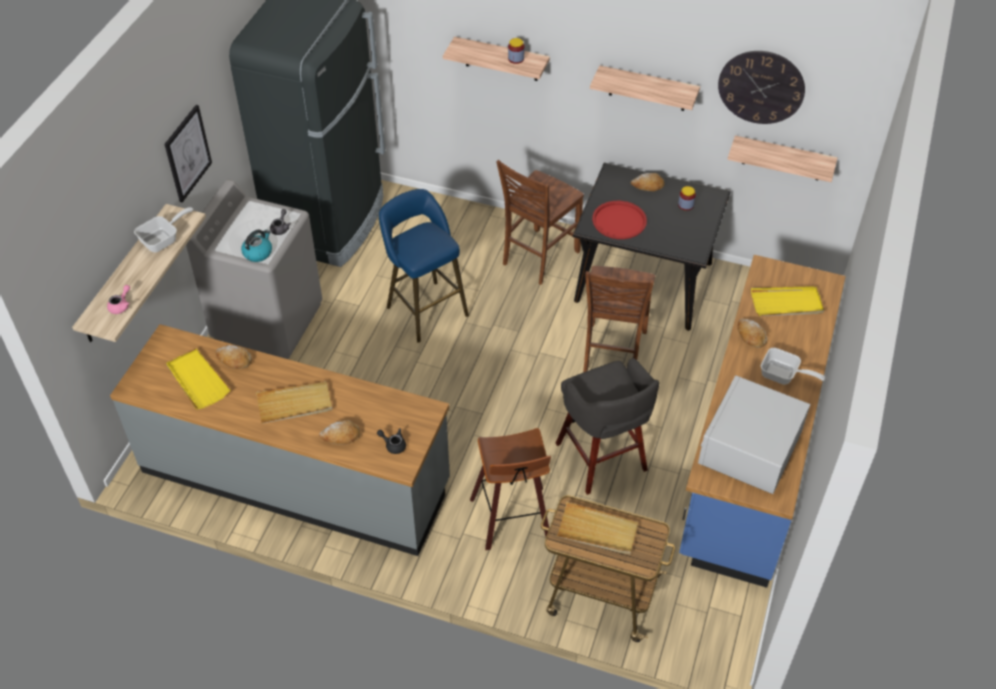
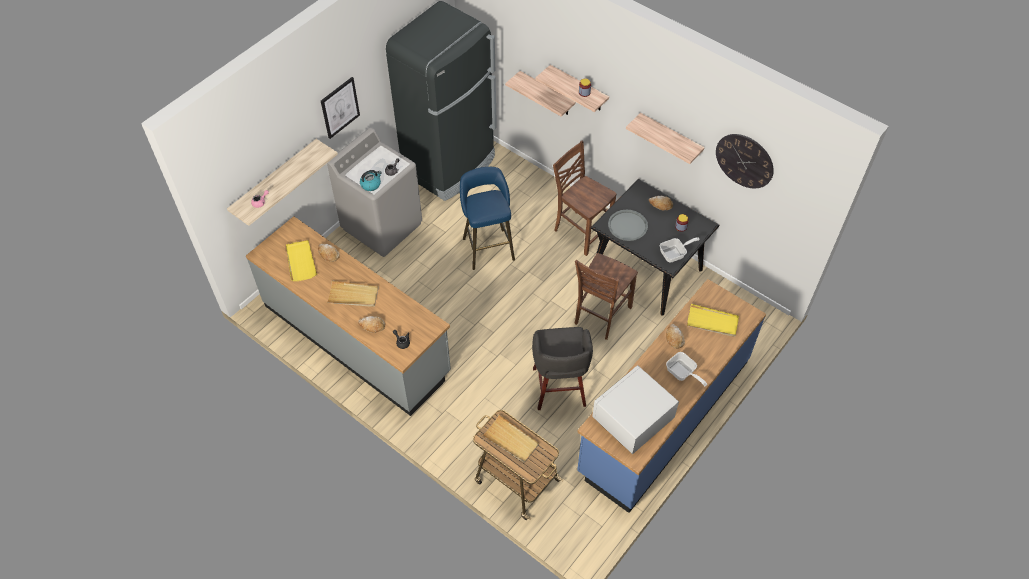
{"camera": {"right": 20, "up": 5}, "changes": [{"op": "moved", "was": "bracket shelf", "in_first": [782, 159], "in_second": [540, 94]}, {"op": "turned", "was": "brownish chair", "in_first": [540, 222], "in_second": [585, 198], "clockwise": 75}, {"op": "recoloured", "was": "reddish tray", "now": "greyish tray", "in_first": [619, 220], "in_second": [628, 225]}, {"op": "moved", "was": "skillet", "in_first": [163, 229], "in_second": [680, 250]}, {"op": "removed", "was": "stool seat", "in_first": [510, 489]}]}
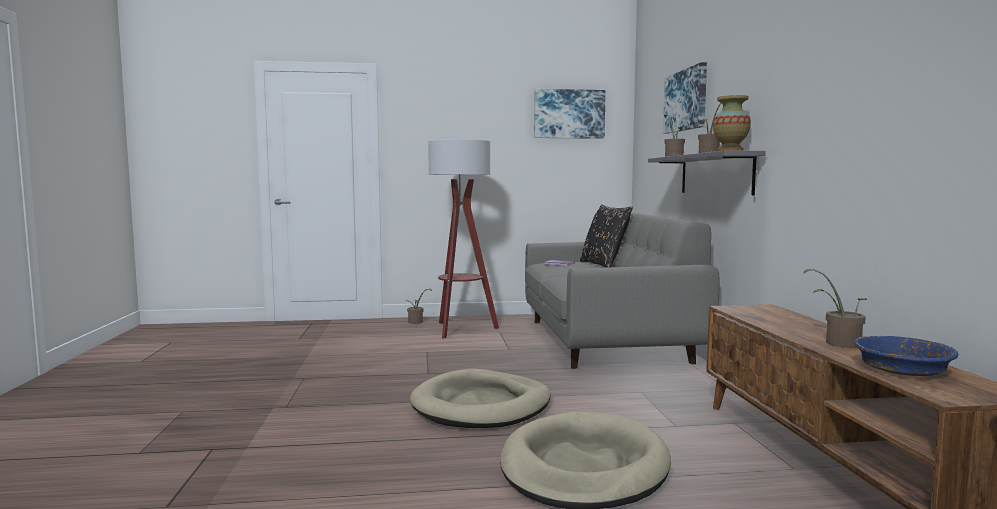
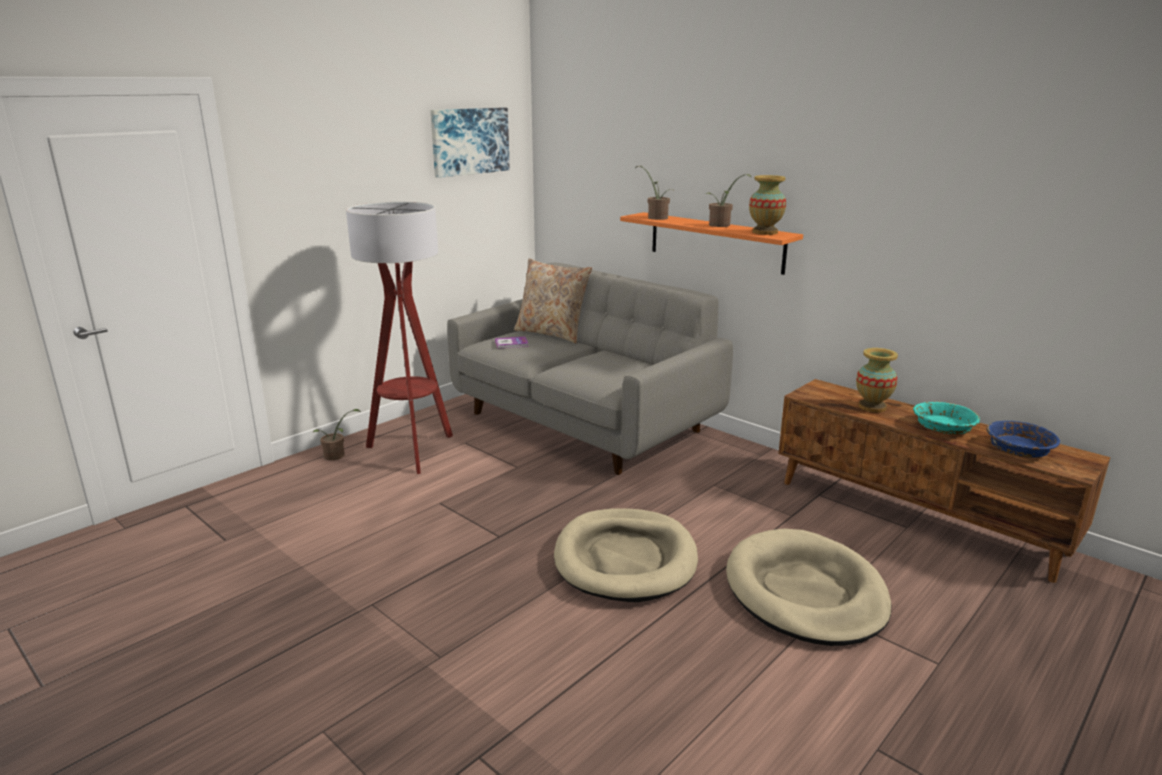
{"camera": {"right": -40, "up": 15}, "changes": [{"op": "recoloured", "was": "black-coloured throw pillow", "now": "beige-coloured throw pillow", "in_first": [606, 236], "in_second": [553, 300]}, {"op": "recoloured", "was": "greyish bracket shelf", "now": "orange bracket shelf", "in_first": [707, 172], "in_second": [711, 243]}, {"op": "added", "now": "vase", "in_second": [877, 380]}, {"op": "replaced", "was": "plant in a pot", "now": "turquoise serving bowl", "in_first": [835, 308], "in_second": [946, 418]}, {"op": "removed", "was": "picture", "in_first": [685, 98]}]}
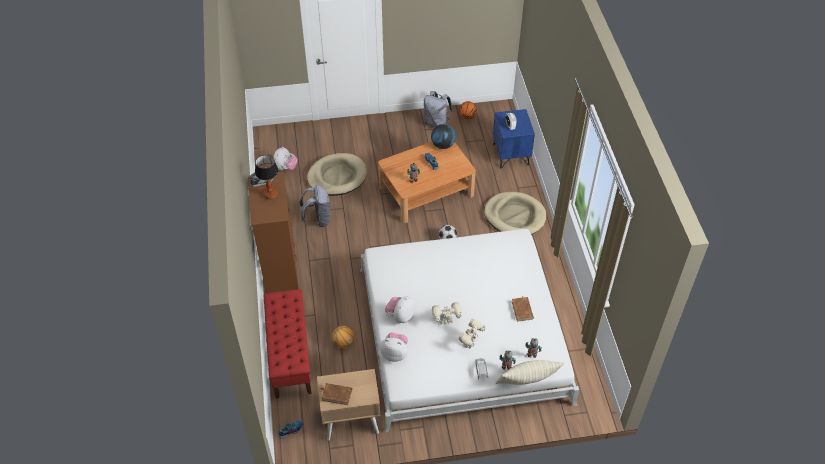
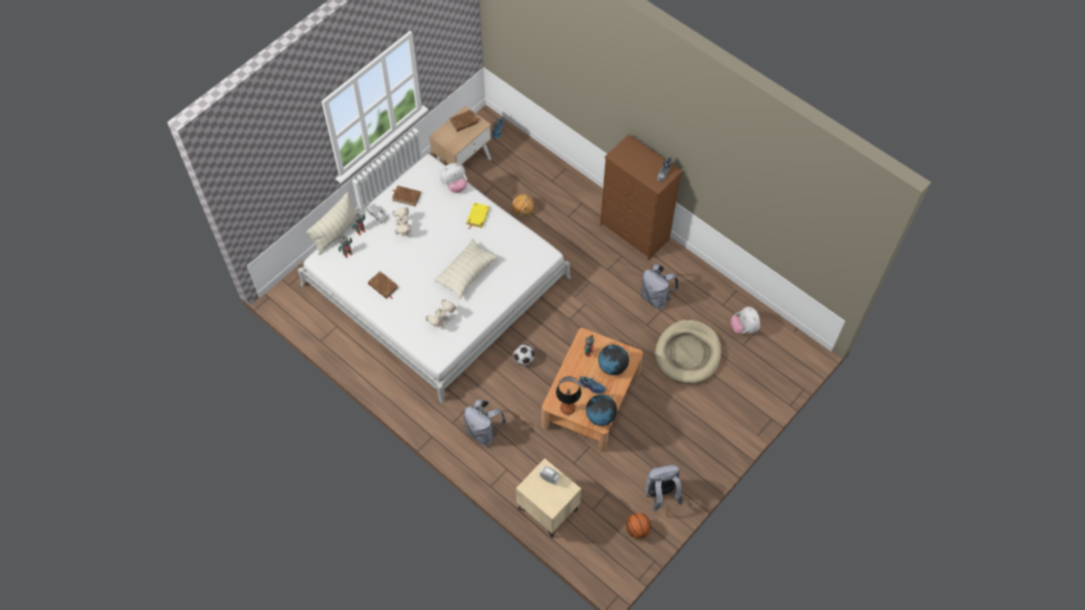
{"camera": {"right": 140, "up": 10}, "changes": [{"op": "added", "now": "brownish book", "in_second": [406, 195]}, {"op": "moved", "was": "robot figure", "in_first": [447, 313], "in_second": [441, 314]}, {"op": "added", "now": "throw pillow", "in_second": [466, 269]}, {"op": "replaced", "was": "beige-coloured dog bed", "now": "greyish rucksack", "in_first": [515, 213], "in_second": [485, 422]}, {"op": "replaced", "was": "plush toy", "now": "yellowish book", "in_first": [400, 309], "in_second": [477, 216]}, {"op": "recoloured", "was": "blue night table", "now": "beige-coloured night table", "in_first": [514, 138], "in_second": [548, 497]}, {"op": "moved", "was": "table lamp", "in_first": [267, 177], "in_second": [568, 395]}, {"op": "added", "now": "world globe", "in_second": [613, 360]}, {"op": "removed", "was": "reddish indoor bench", "in_first": [288, 344]}]}
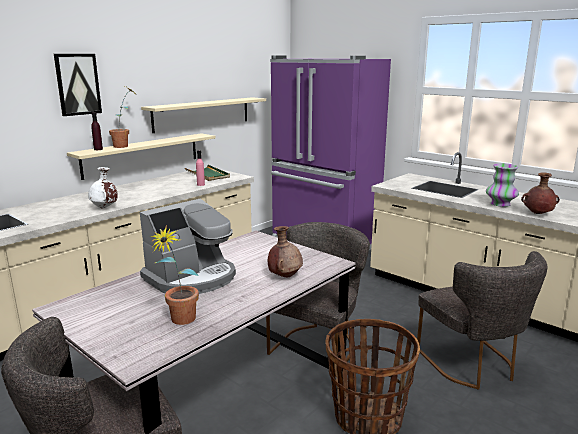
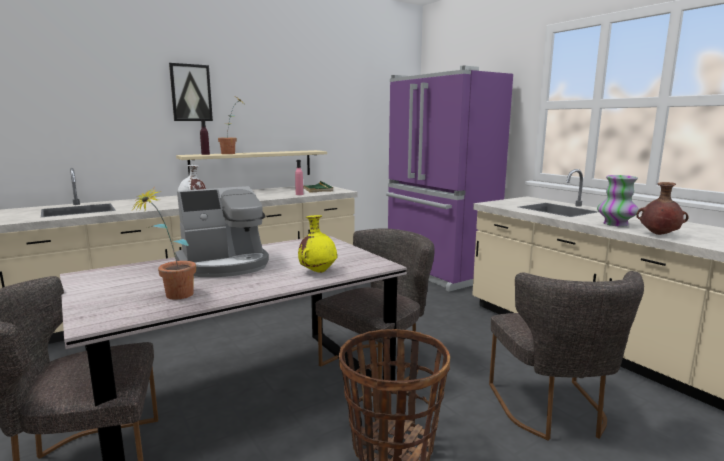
{"camera": {"right": 15, "up": -5}, "changes": [{"op": "recoloured", "was": "brownish vase", "now": "yellowish vase", "in_first": [285, 251], "in_second": [317, 244]}, {"op": "removed", "was": "beige-coloured bracket shelf", "in_first": [203, 115]}]}
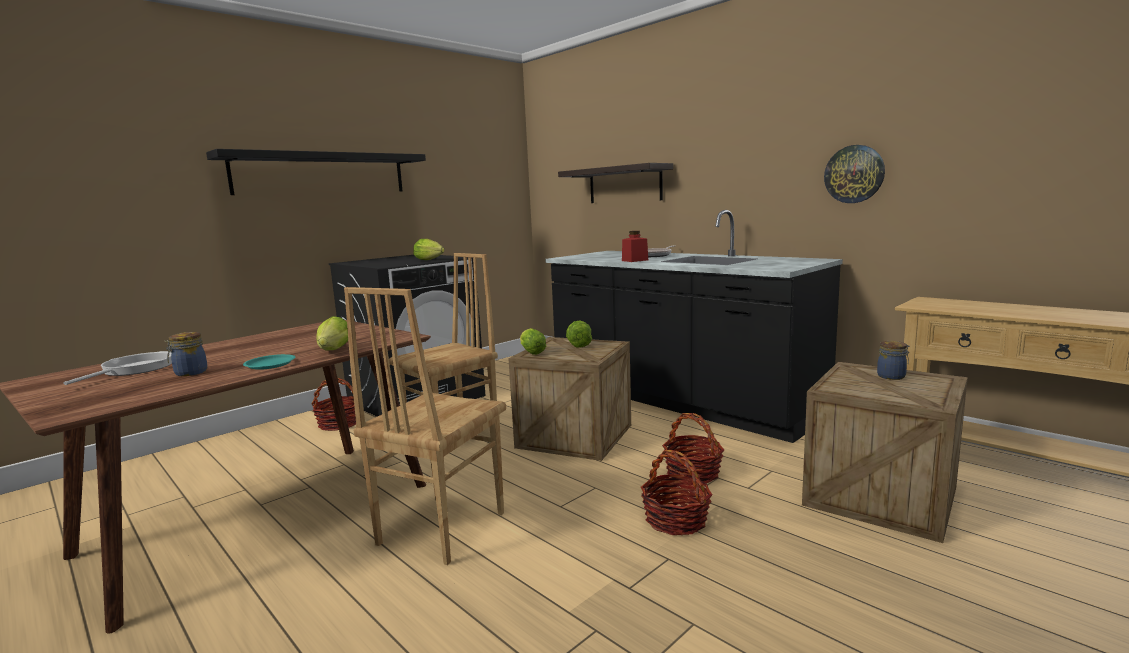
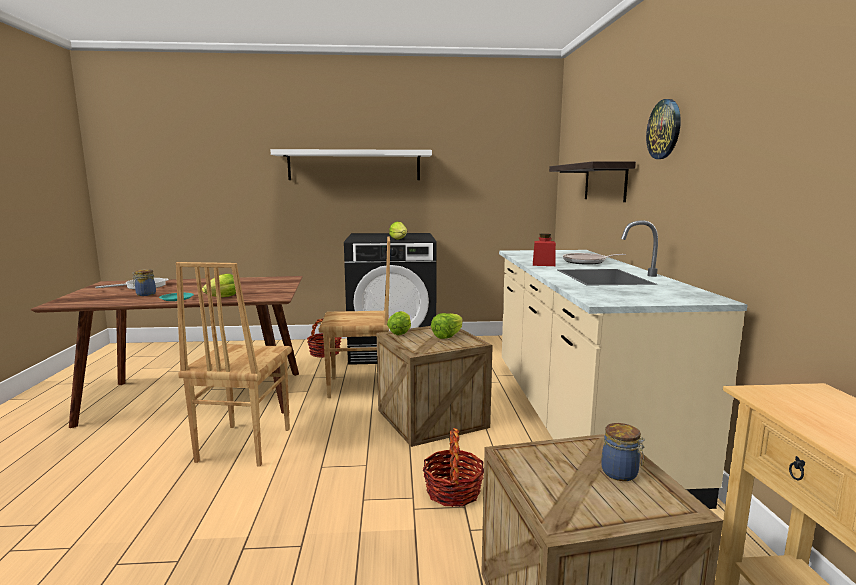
{"camera": {"right": 40, "up": 0}, "changes": [{"op": "turned", "was": "brownish chair", "in_first": [425, 426], "in_second": [234, 364], "clockwise": -60}, {"op": "recoloured", "was": "black-coloured bracket shelf", "now": "whitish bracket shelf", "in_first": [316, 172], "in_second": [351, 164]}, {"op": "recoloured", "was": "black-coloured counter", "now": "beige-coloured counter", "in_first": [694, 326], "in_second": [623, 364]}, {"op": "moved", "was": "clock on the wall", "in_first": [854, 174], "in_second": [663, 129]}, {"op": "removed", "was": "household basket", "in_first": [677, 492]}]}
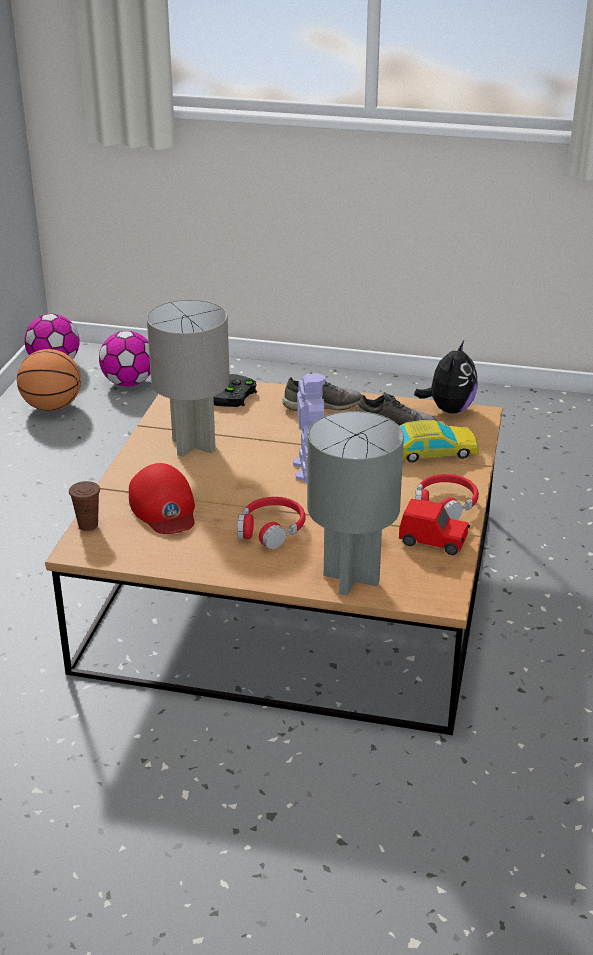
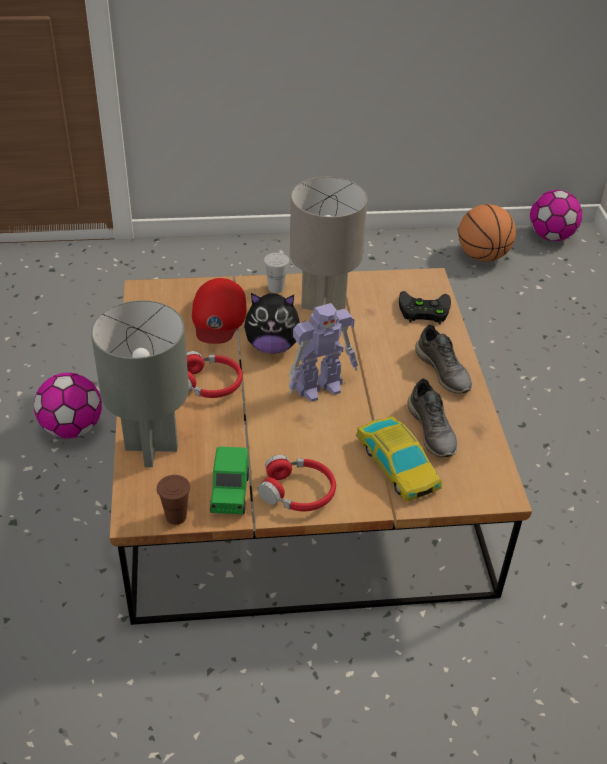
{"camera": {"right": 70, "up": 10}, "changes": [{"op": "moved", "was": "football", "in_first": [125, 359], "in_second": [68, 406]}, {"op": "moved", "was": "brownish small cup", "in_first": [84, 506], "in_second": [173, 500]}, {"op": "turned", "was": "reddish baseball cap", "in_first": [162, 498], "in_second": [219, 311], "clockwise": -45}, {"op": "recoloured", "was": "reddish toy car", "now": "green-coloured toy car", "in_first": [434, 527], "in_second": [229, 480]}, {"op": "moved", "was": "plush toy", "in_first": [446, 377], "in_second": [275, 323]}, {"op": "added", "now": "whitish small cup", "in_second": [276, 273]}]}
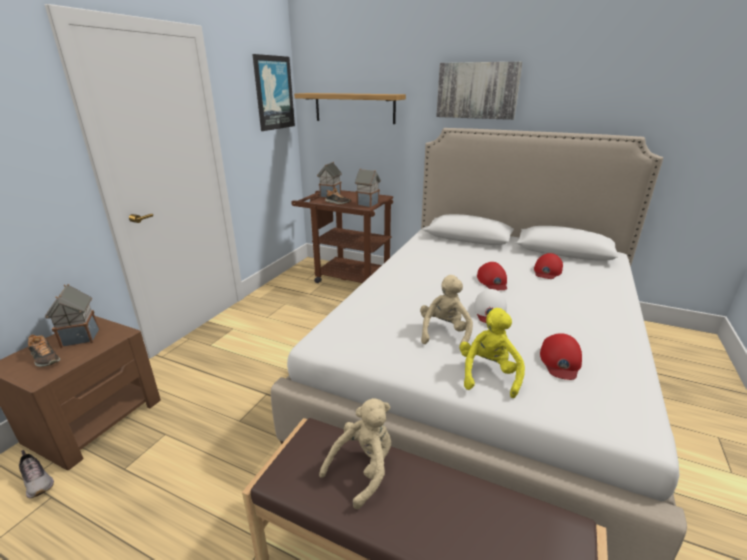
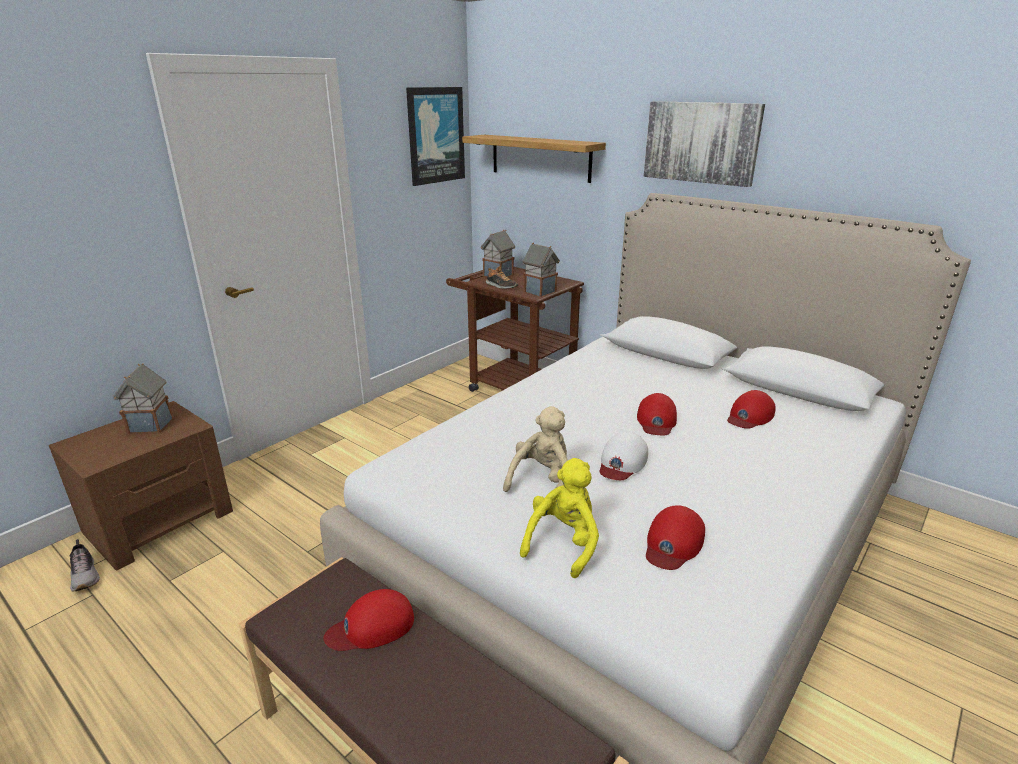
{"camera": {"right": 15, "up": 0}, "changes": [{"op": "replaced", "was": "beige-coloured plush toy", "now": "reddish baseball cap", "in_first": [355, 453], "in_second": [369, 620]}, {"op": "removed", "was": "shoe", "in_first": [44, 350]}]}
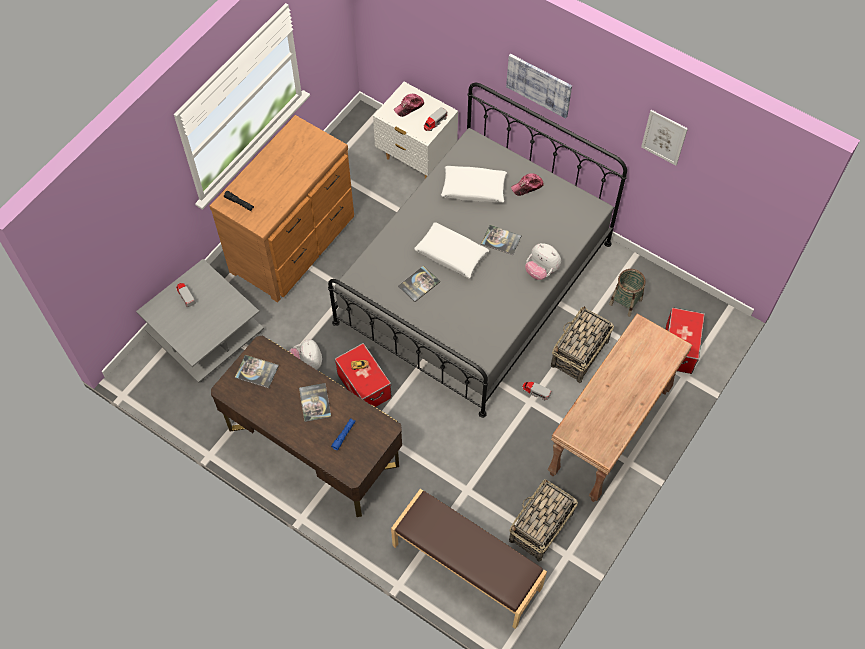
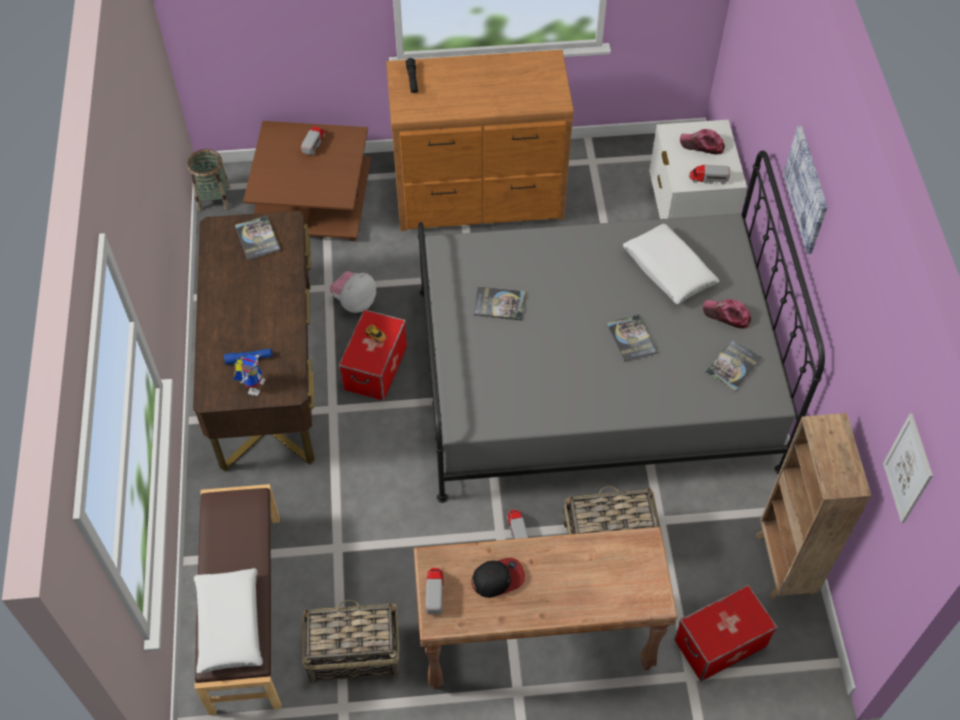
{"camera": {"right": 50, "up": -5}, "changes": [{"op": "moved", "was": "household basket", "in_first": [627, 293], "in_second": [208, 180]}, {"op": "moved", "was": "whitish throw pillow", "in_first": [451, 250], "in_second": [228, 620]}, {"op": "added", "now": "robot figure", "in_second": [250, 375]}, {"op": "recoloured", "was": "greyish coffee table", "now": "brownish coffee table", "in_first": [200, 321], "in_second": [307, 181]}, {"op": "added", "now": "toy truck", "in_second": [434, 591]}, {"op": "added", "now": "baseball cap", "in_second": [498, 578]}, {"op": "moved", "was": "book", "in_first": [315, 402], "in_second": [733, 366]}, {"op": "added", "now": "brownish bookcase", "in_second": [813, 506]}, {"op": "moved", "was": "picture", "in_first": [664, 138], "in_second": [908, 468]}, {"op": "removed", "was": "plush toy", "in_first": [543, 261]}]}
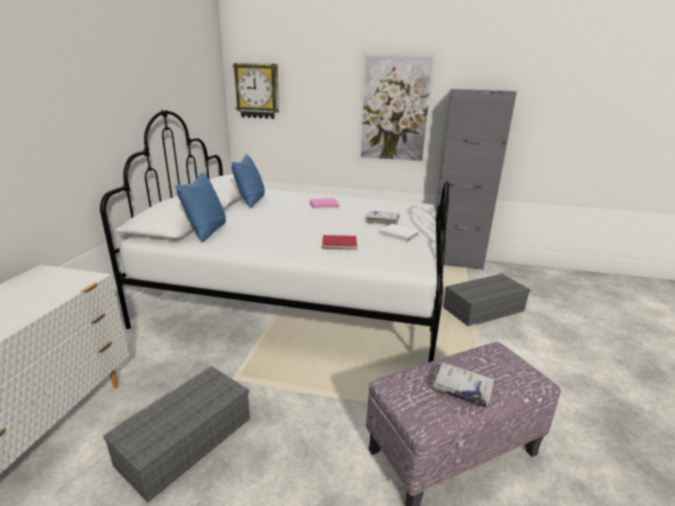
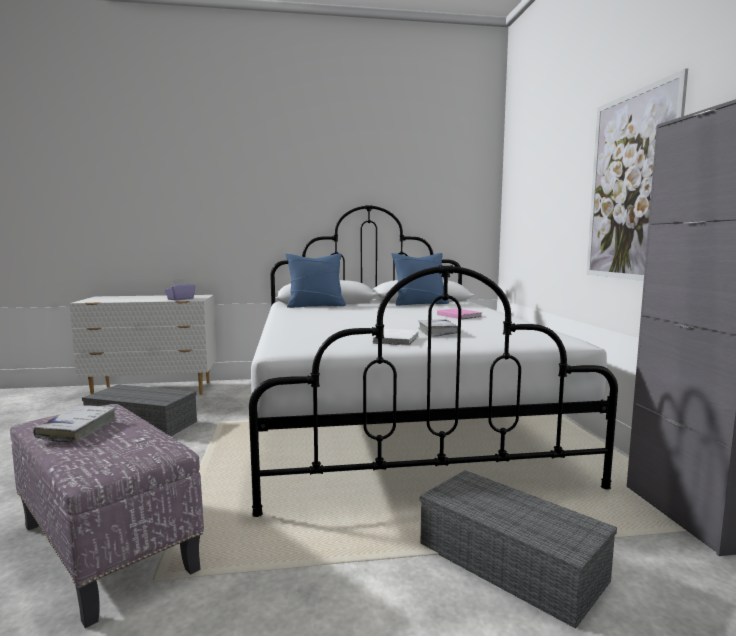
{"camera": {"right": 70, "up": -15}, "changes": [{"op": "added", "now": "purple box of tissues", "in_second": [180, 289]}, {"op": "removed", "was": "clock on the wall", "in_first": [256, 91]}, {"op": "removed", "was": "reddish book", "in_first": [339, 242]}]}
